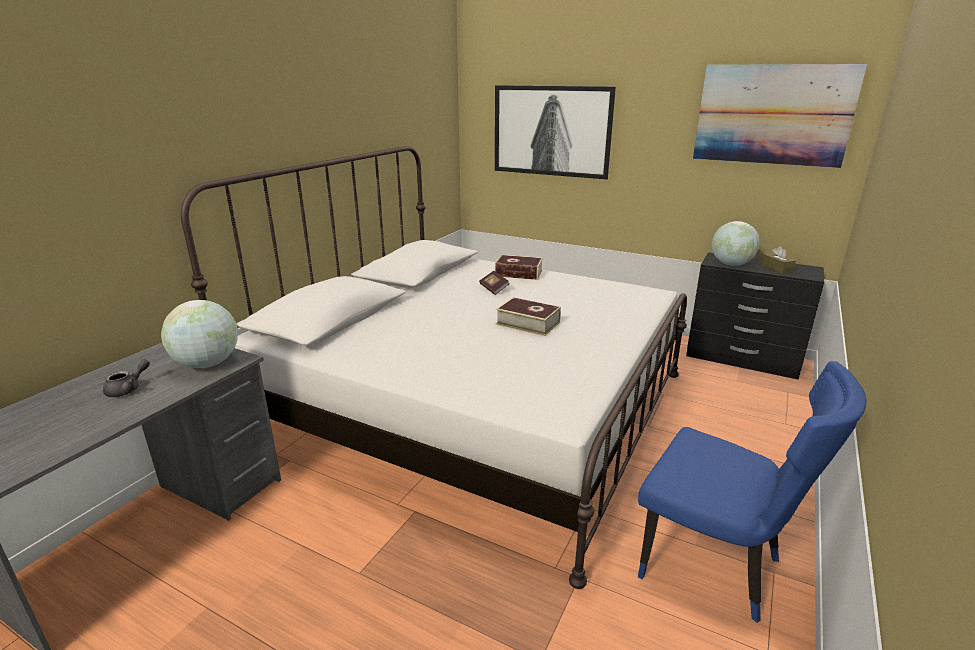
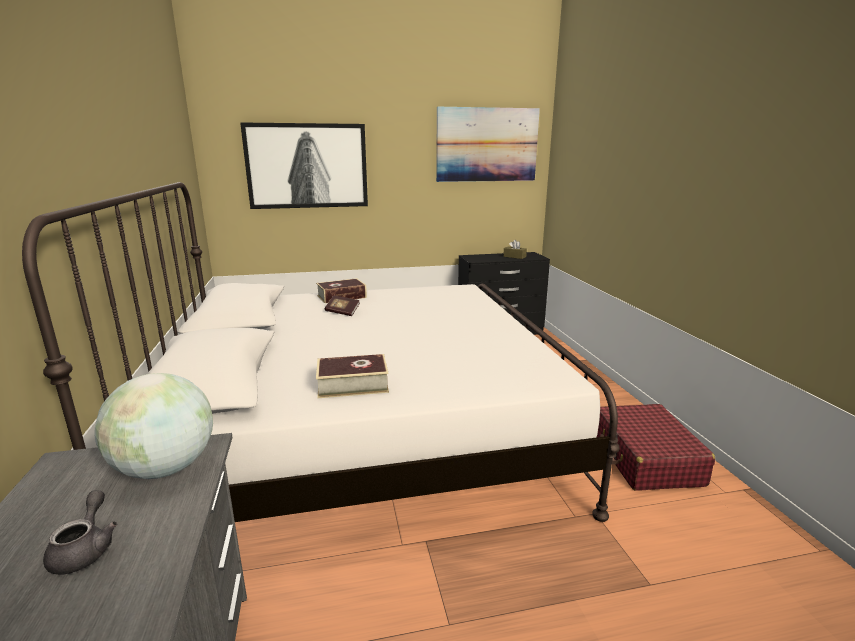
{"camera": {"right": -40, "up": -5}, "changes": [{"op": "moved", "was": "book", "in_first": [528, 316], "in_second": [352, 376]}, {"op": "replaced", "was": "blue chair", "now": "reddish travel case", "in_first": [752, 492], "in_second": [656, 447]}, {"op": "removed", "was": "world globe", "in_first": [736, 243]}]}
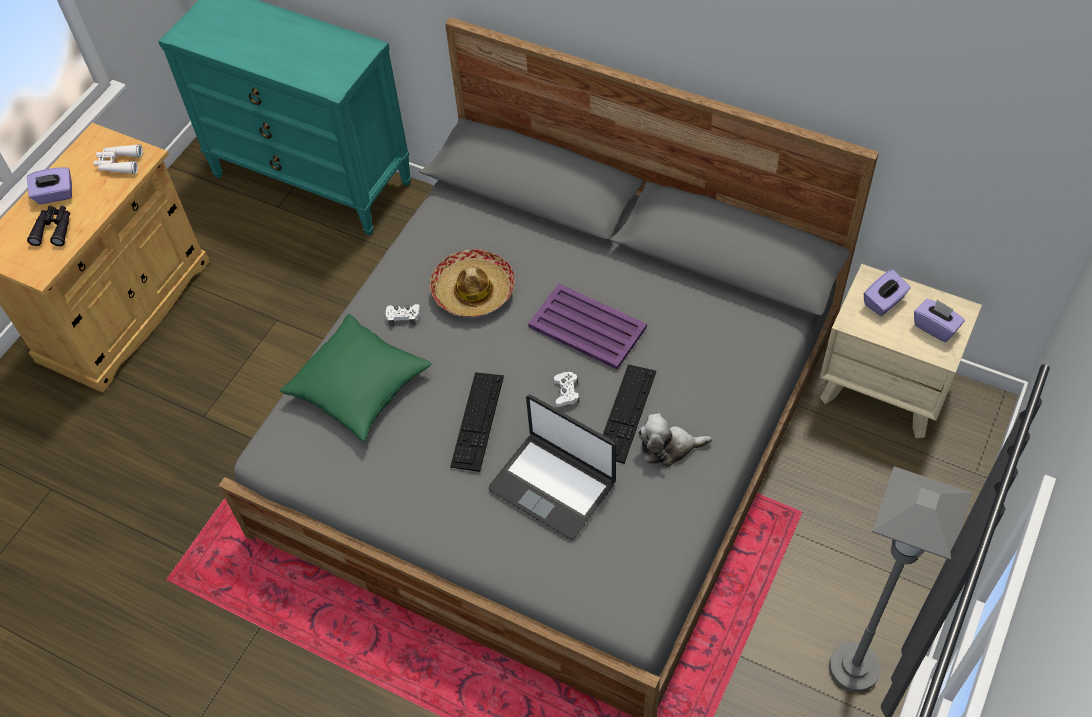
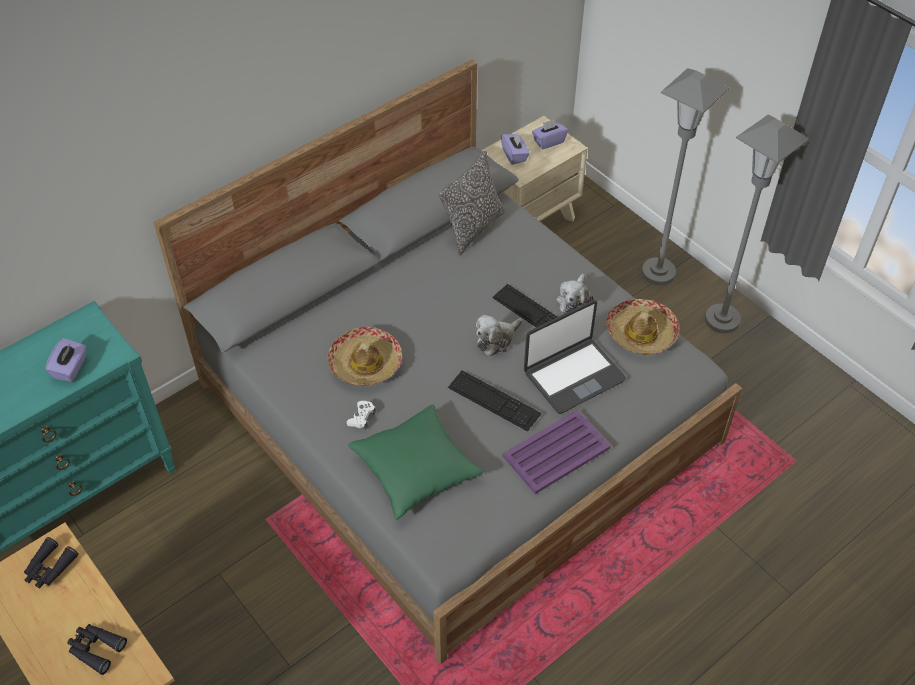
{"camera": {"right": -70, "up": -5}, "changes": [{"op": "recoloured", "was": "whitish field glasses", "now": "black-coloured field glasses", "in_first": [118, 159], "in_second": [51, 563]}, {"op": "moved", "was": "purple box of tissues", "in_first": [49, 185], "in_second": [65, 360]}, {"op": "added", "now": "throw pillow", "in_second": [472, 203]}, {"op": "replaced", "was": "whitish gamepad", "now": "plush toy", "in_first": [566, 389], "in_second": [499, 335]}, {"op": "moved", "was": "purple tray", "in_first": [587, 327], "in_second": [557, 452]}, {"op": "added", "now": "clothing hat", "in_second": [643, 327]}, {"op": "added", "now": "greyish floor lamp", "in_second": [686, 177]}]}
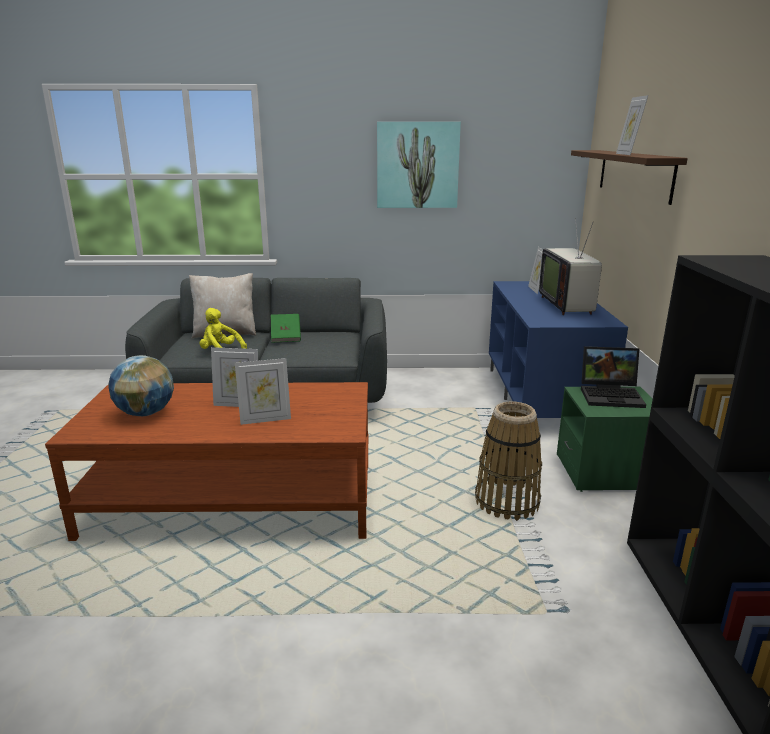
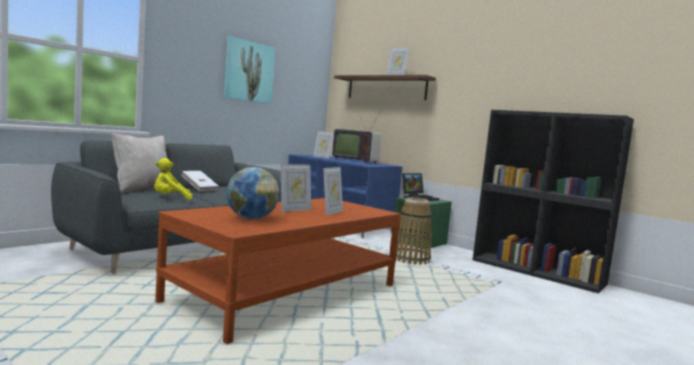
{"camera": {"right": -50, "up": -15}, "changes": [{"op": "recoloured", "was": "green-coloured book", "now": "whitish book", "in_first": [286, 328], "in_second": [200, 181]}]}
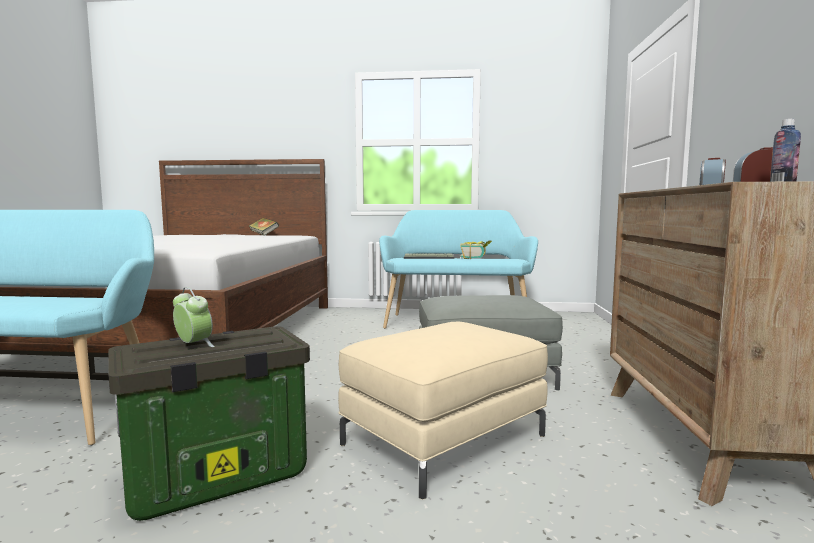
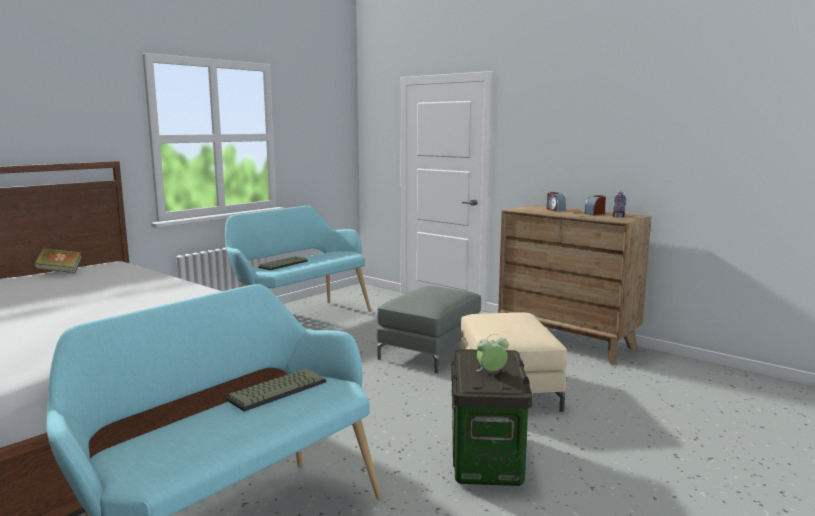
{"camera": {"right": -55, "up": 5}, "changes": [{"op": "added", "now": "PC keyboard", "in_second": [276, 390]}, {"op": "removed", "was": "book", "in_first": [476, 249]}]}
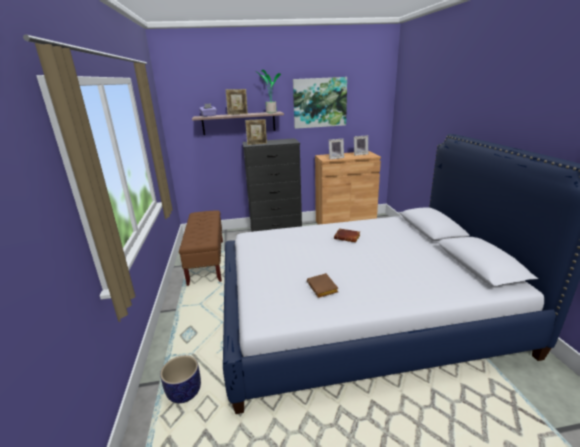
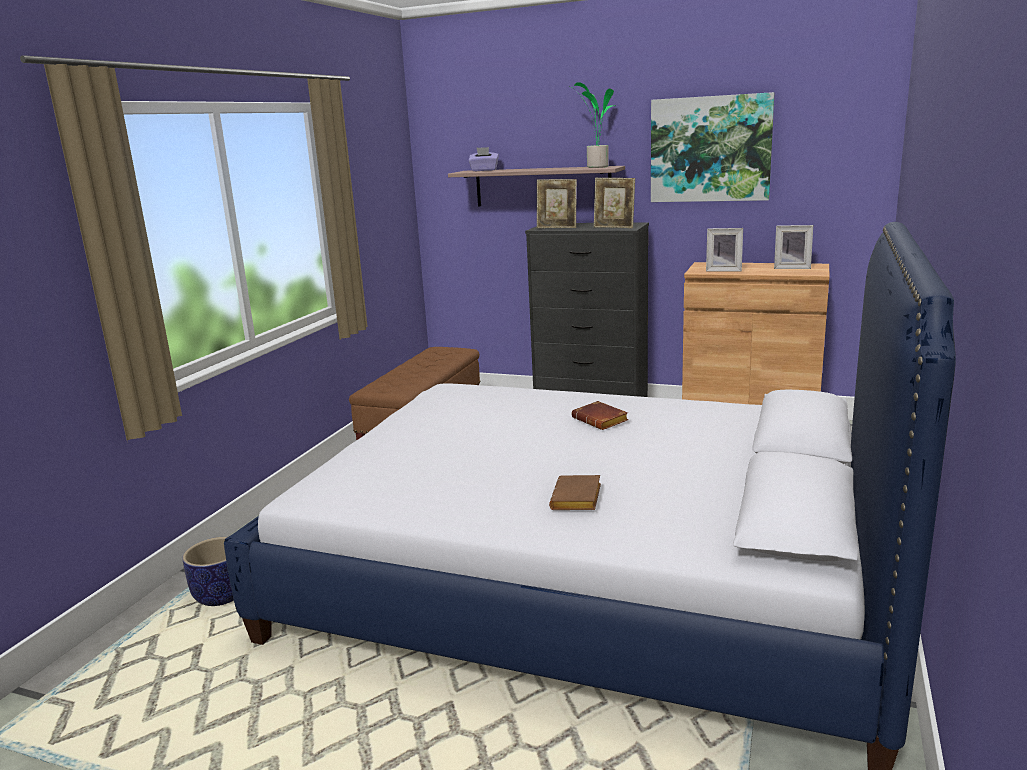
{"camera": {"right": 30, "up": -5}, "changes": [{"op": "moved", "was": "brownish book", "in_first": [322, 285], "in_second": [575, 492]}, {"op": "moved", "was": "photo frame", "in_first": [237, 102], "in_second": [614, 203]}]}
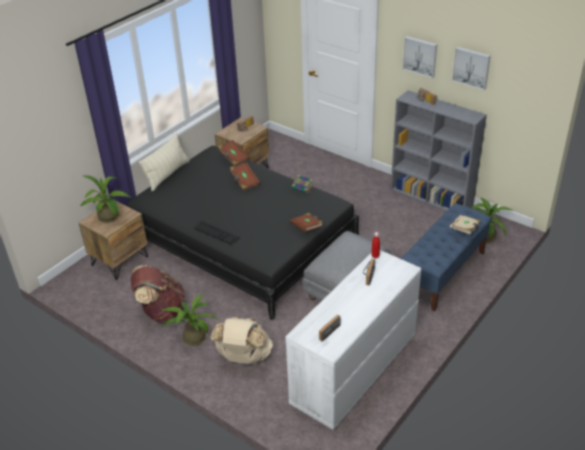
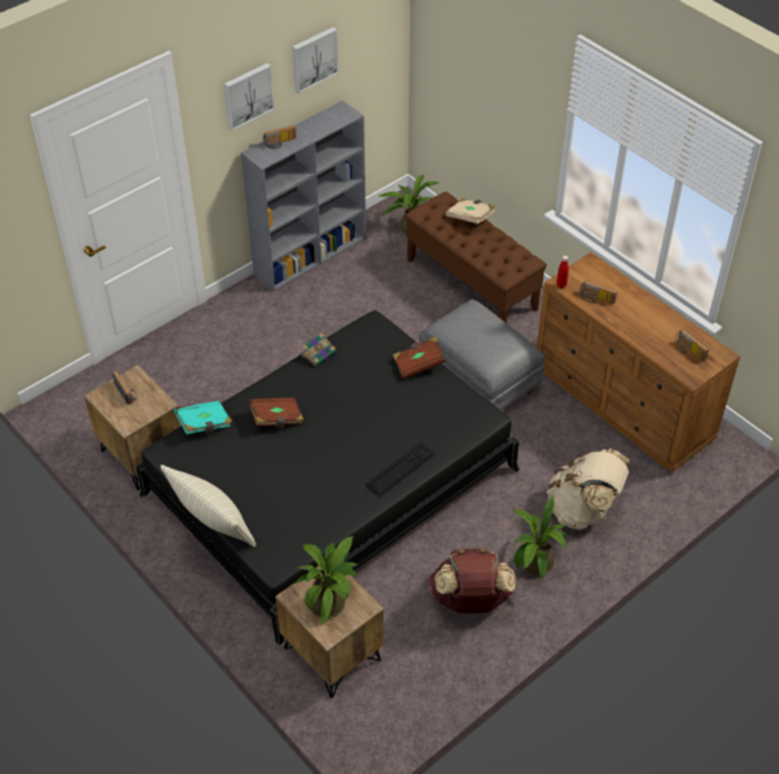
{"camera": {"right": -80, "up": 10}, "changes": [{"op": "recoloured", "was": "brownish book", "now": "turquoise book", "in_first": [234, 153], "in_second": [203, 417]}, {"op": "recoloured", "was": "blue indoor bench", "now": "brownish indoor bench", "in_first": [446, 257], "in_second": [476, 257]}, {"op": "recoloured", "was": "whitish dresser", "now": "brownish dresser", "in_first": [353, 340], "in_second": [638, 362]}]}
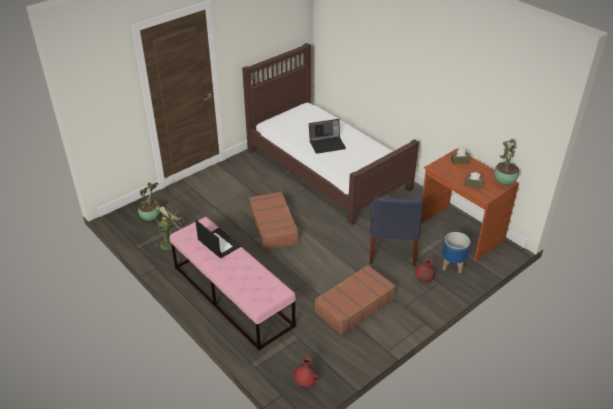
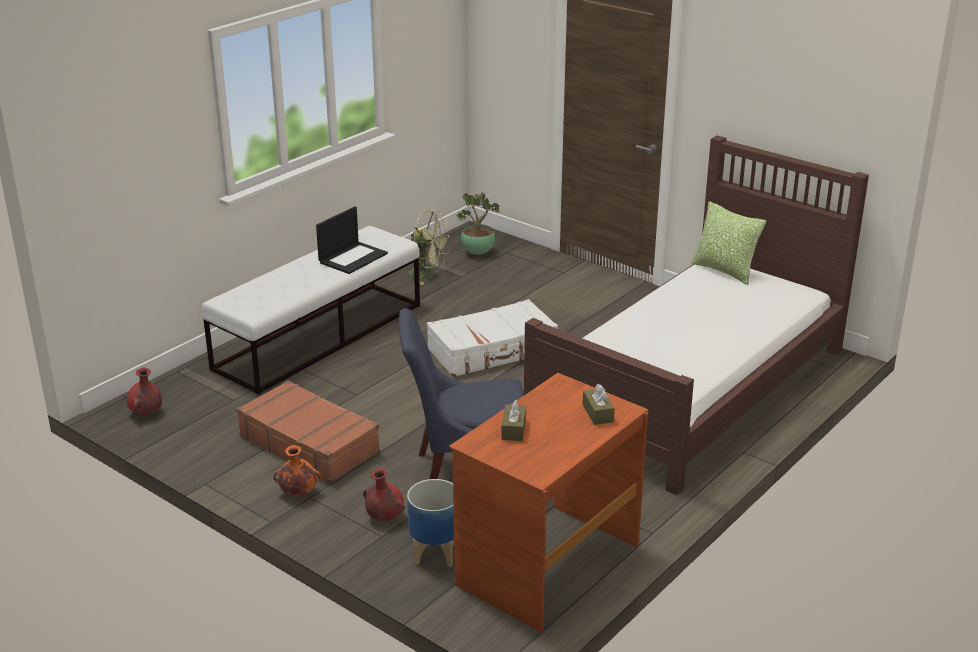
{"camera": {"right": 80, "up": -10}, "changes": [{"op": "recoloured", "was": "pink indoor bench", "now": "whitish indoor bench", "in_first": [232, 283], "in_second": [311, 310]}, {"op": "added", "now": "orange vase", "in_second": [297, 470]}, {"op": "recoloured", "was": "brownish travel case", "now": "whitish travel case", "in_first": [274, 220], "in_second": [492, 338]}, {"op": "added", "now": "throw pillow", "in_second": [728, 243]}, {"op": "removed", "was": "notebook computer", "in_first": [327, 136]}, {"op": "removed", "was": "plant in a pot", "in_first": [506, 161]}]}
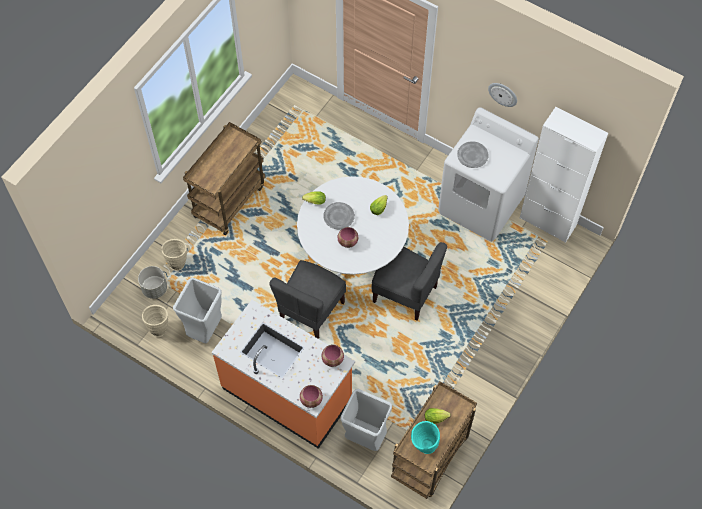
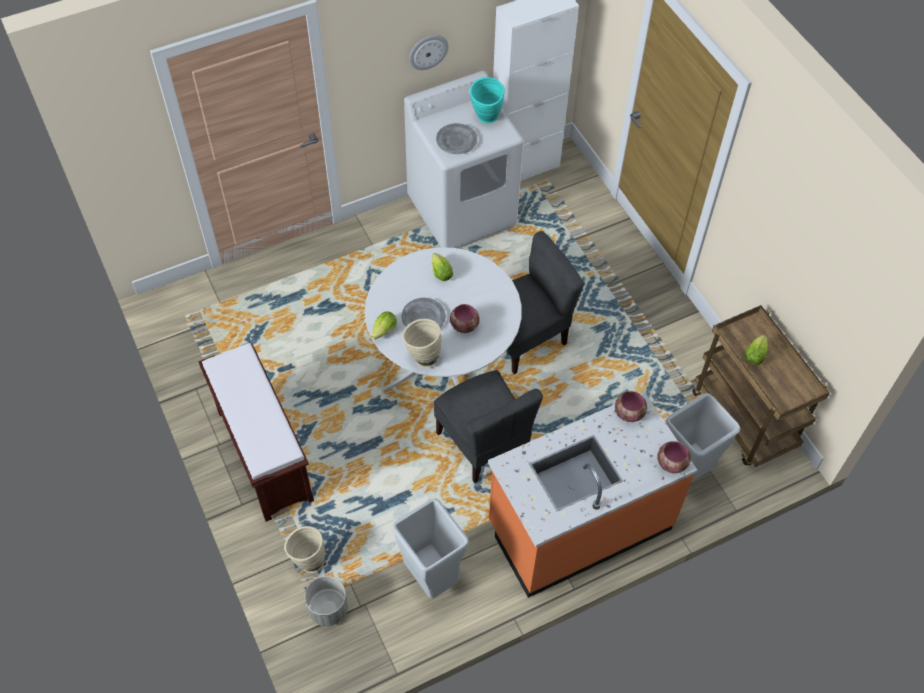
{"camera": {"right": -60, "up": -5}, "changes": [{"op": "replaced", "was": "brownish trolley", "now": "brownish indoor bench", "in_first": [224, 178], "in_second": [256, 432]}, {"op": "moved", "was": "beige-coloured vase", "in_first": [155, 321], "in_second": [421, 343]}, {"op": "moved", "was": "turquoise vase", "in_first": [425, 437], "in_second": [487, 100]}]}
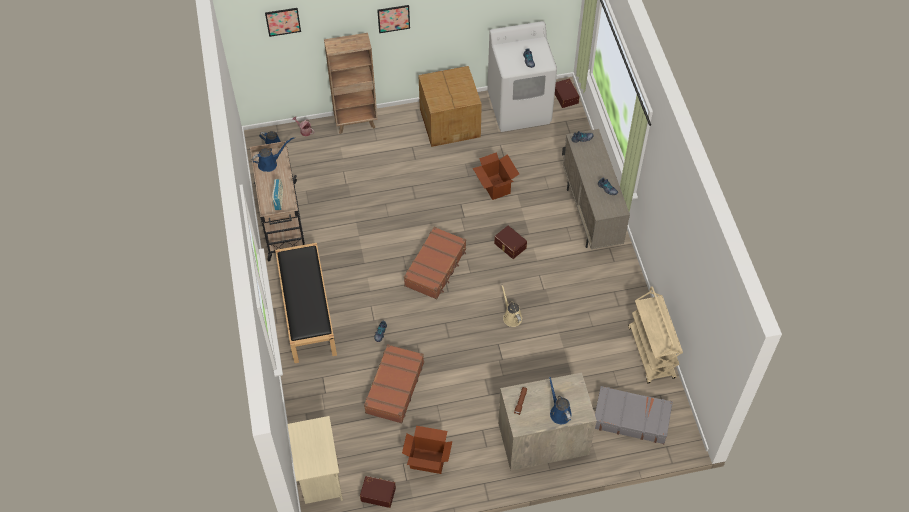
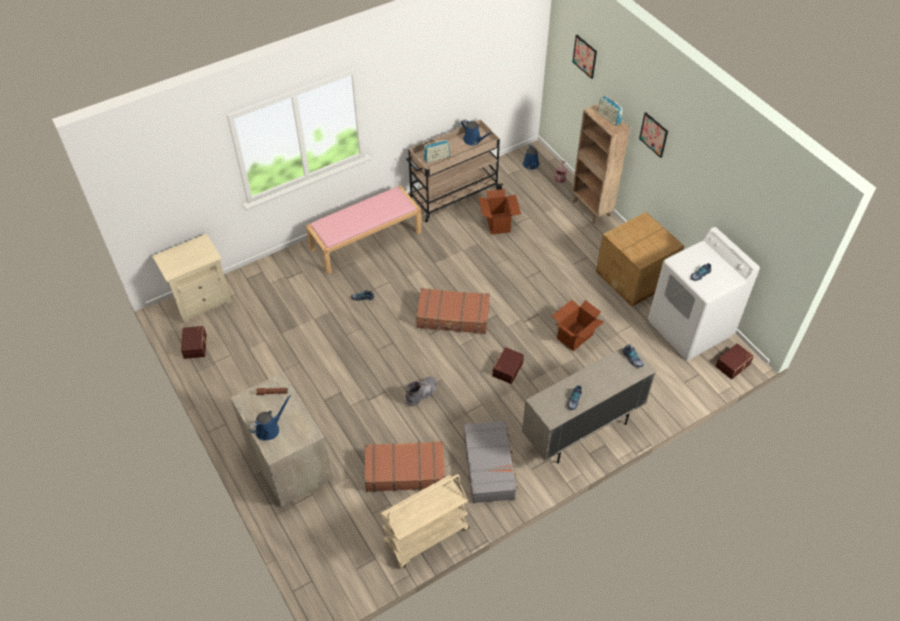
{"camera": {"right": 70, "up": -5}, "changes": [{"op": "recoloured", "was": "black-coloured indoor bench", "now": "pink indoor bench", "in_first": [306, 303], "in_second": [364, 229]}, {"op": "moved", "was": "brownish travel case", "in_first": [394, 384], "in_second": [405, 466]}, {"op": "replaced", "was": "beige-coloured watering can", "now": "greyish boot", "in_first": [512, 305], "in_second": [421, 392]}, {"op": "moved", "was": "greyish travel case", "in_first": [634, 415], "in_second": [491, 462]}, {"op": "moved", "was": "cardboard box", "in_first": [427, 450], "in_second": [499, 212]}, {"op": "added", "now": "radio set", "in_second": [610, 110]}]}
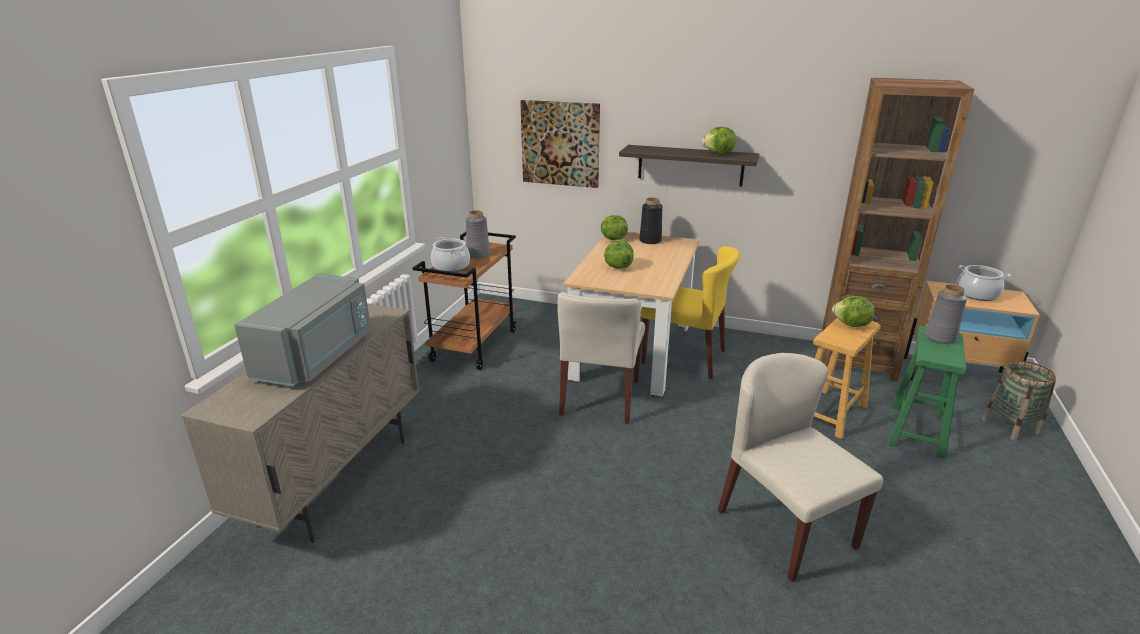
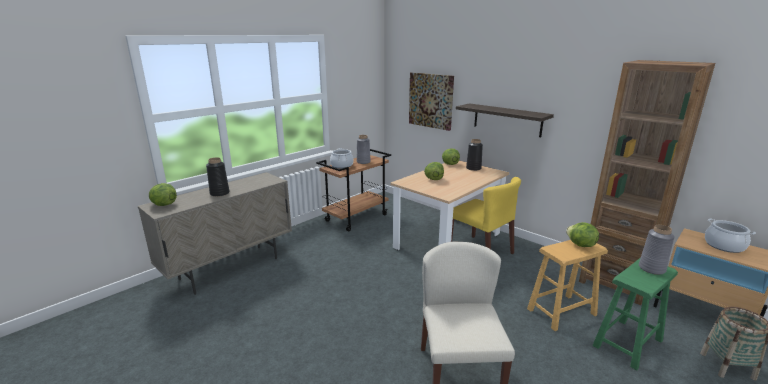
{"camera": {"right": 25, "up": -5}, "changes": [{"op": "moved", "was": "head of lettuce", "in_first": [719, 140], "in_second": [163, 194]}, {"op": "replaced", "was": "greyish kitchen microwave", "now": "black-coloured vase", "in_first": [302, 330], "in_second": [218, 177]}, {"op": "removed", "was": "beige-coloured chair", "in_first": [601, 358]}]}
